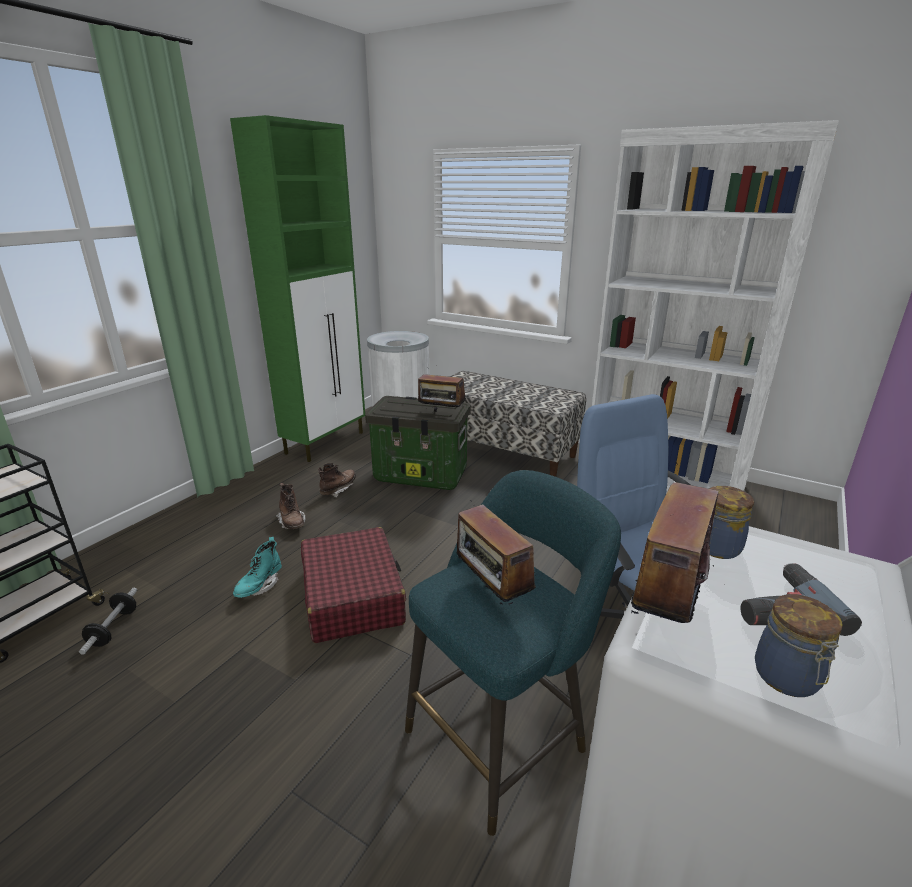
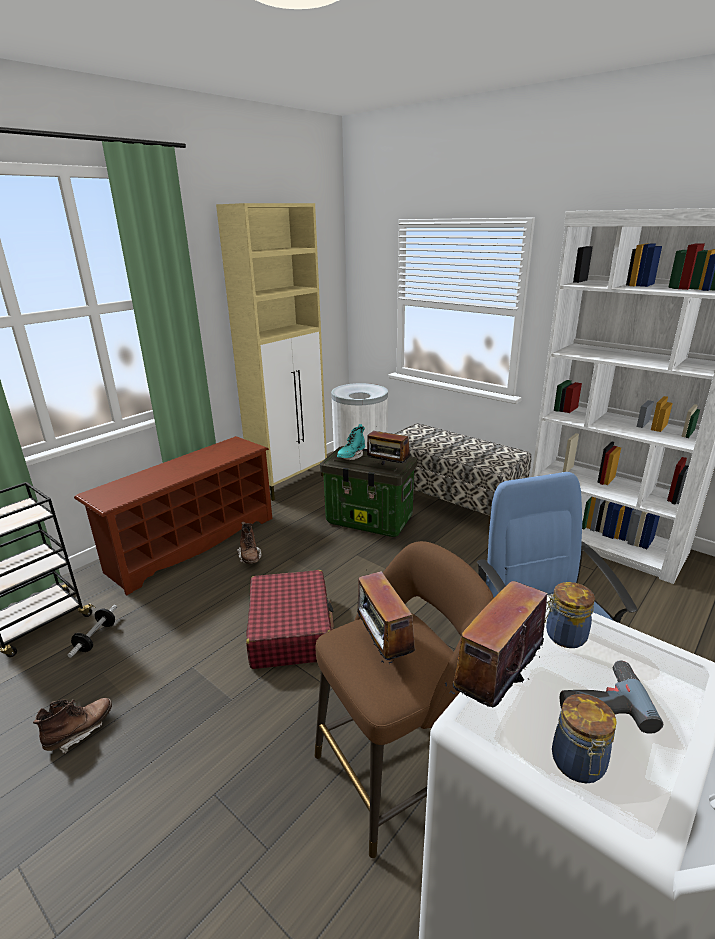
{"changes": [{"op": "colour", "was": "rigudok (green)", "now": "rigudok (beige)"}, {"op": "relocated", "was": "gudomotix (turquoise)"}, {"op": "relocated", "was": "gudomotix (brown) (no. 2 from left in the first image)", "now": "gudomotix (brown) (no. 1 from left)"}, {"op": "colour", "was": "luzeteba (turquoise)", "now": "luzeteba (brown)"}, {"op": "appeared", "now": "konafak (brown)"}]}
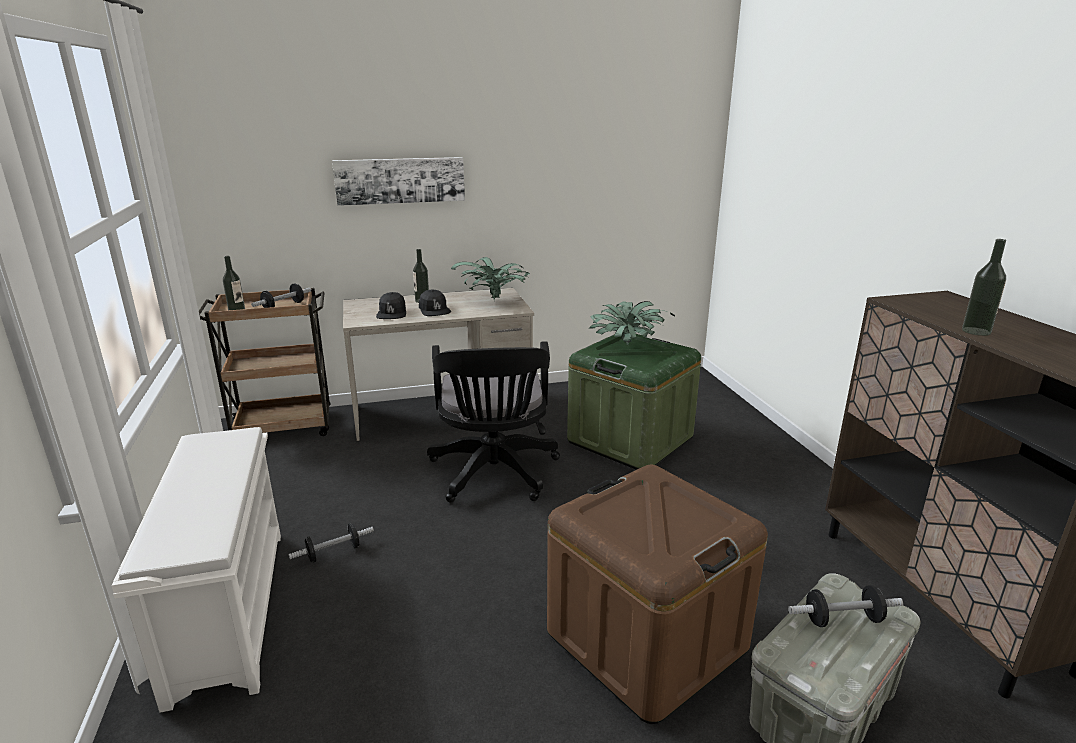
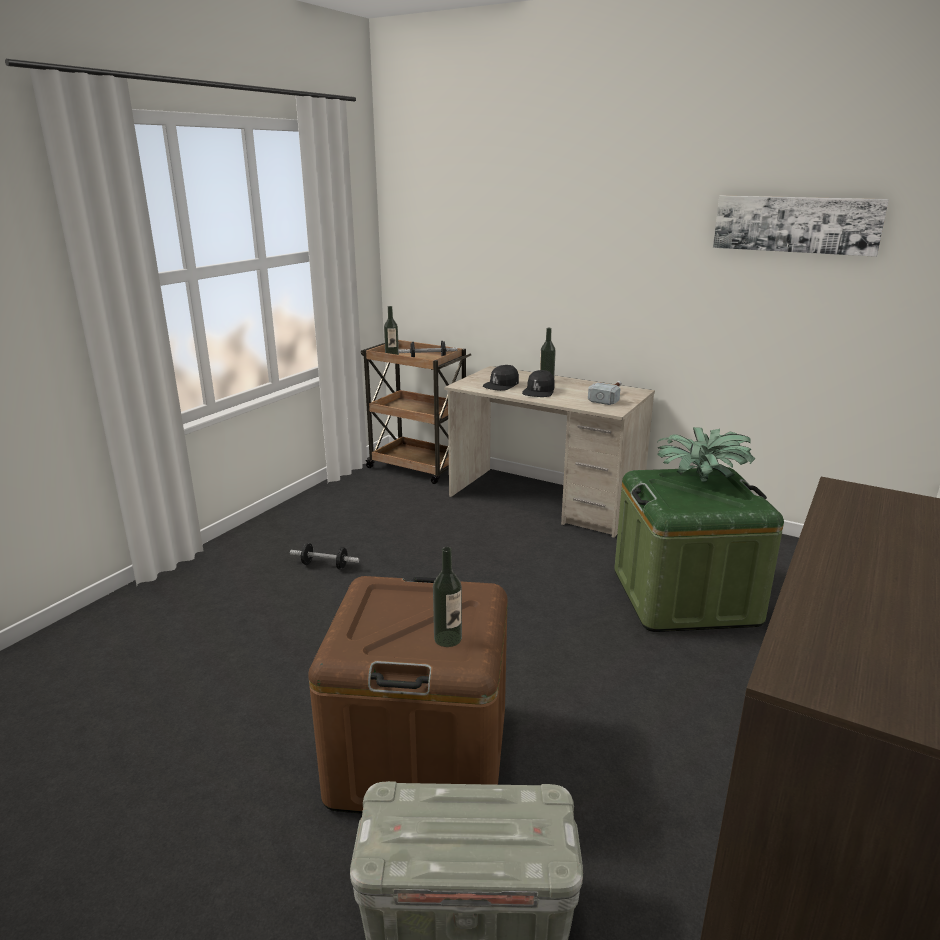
{"changes": [{"op": "missing", "was": "konafak (white)"}, {"op": "relocated", "was": "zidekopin"}, {"op": "missing", "was": "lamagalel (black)"}, {"op": "exchanged", "was": "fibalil (no. 1 from left)", "now": "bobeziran"}, {"op": "missing", "was": "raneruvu (no. 3 from left)"}, {"op": "relocated", "was": "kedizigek (no. 3 from left in the first image)", "now": "kedizigek (no. 2 from left)"}]}
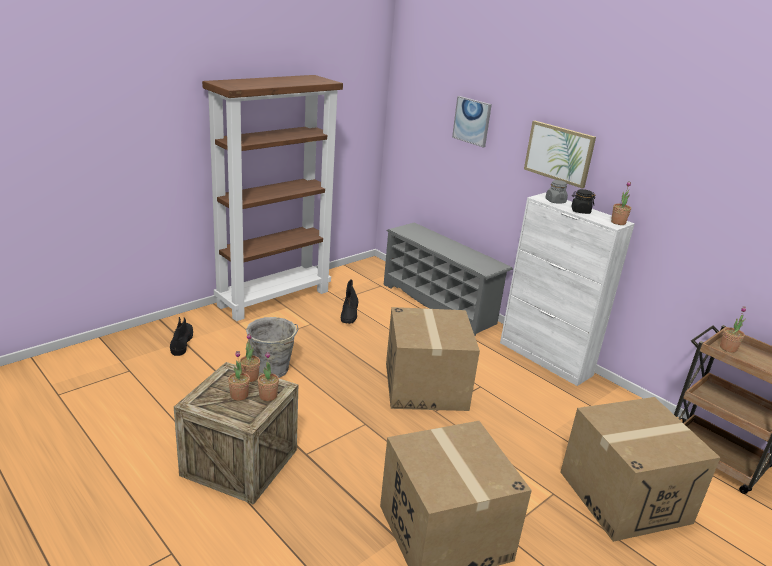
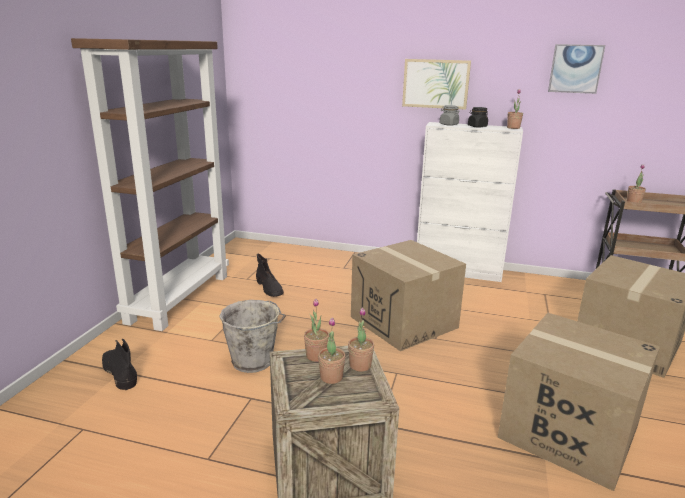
{"changes": [{"op": "missing", "was": "konafak (grey)"}, {"op": "relocated", "was": "zidekopin (no. 1 from left in the first image)", "now": "zidekopin (no. 2 from left)"}]}
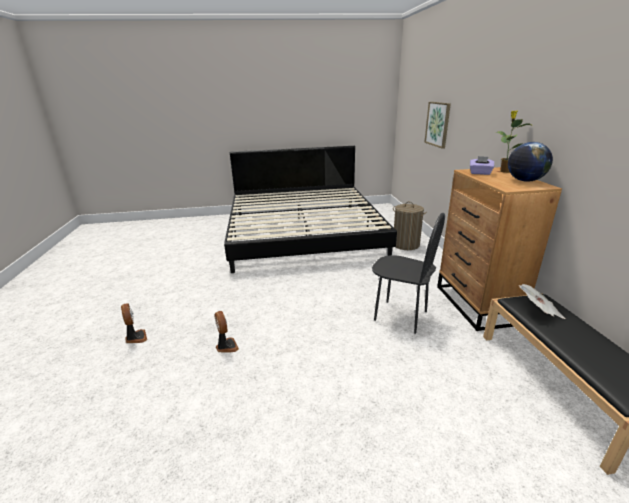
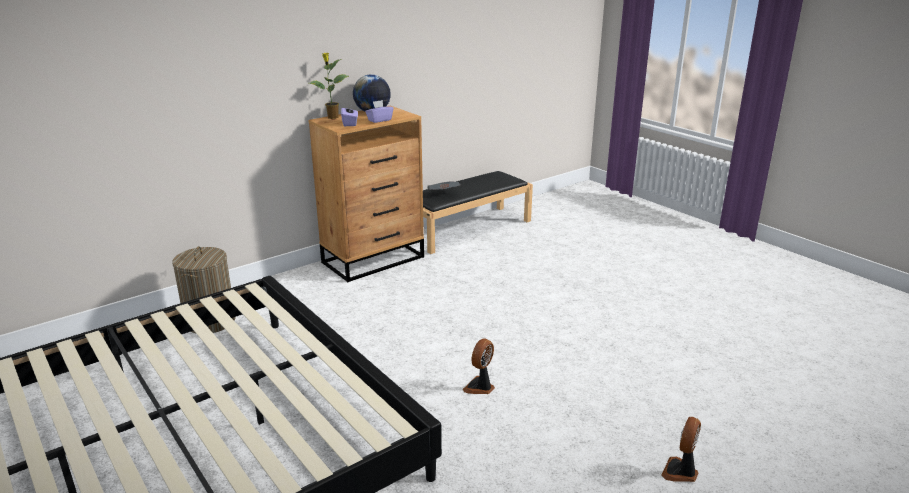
{"changes": [{"op": "relocated", "was": "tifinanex (no. 2 from left in the first image)", "now": "tifinanex (no. 1 from left)"}, {"op": "missing", "was": "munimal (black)"}, {"op": "missing", "was": "zidekopin"}, {"op": "appeared", "now": "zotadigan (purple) (no. 2 from left)"}]}
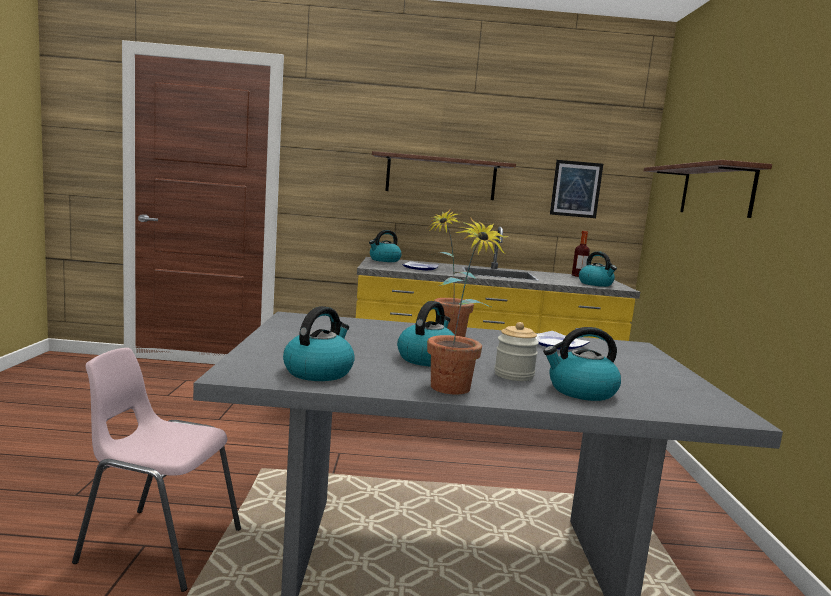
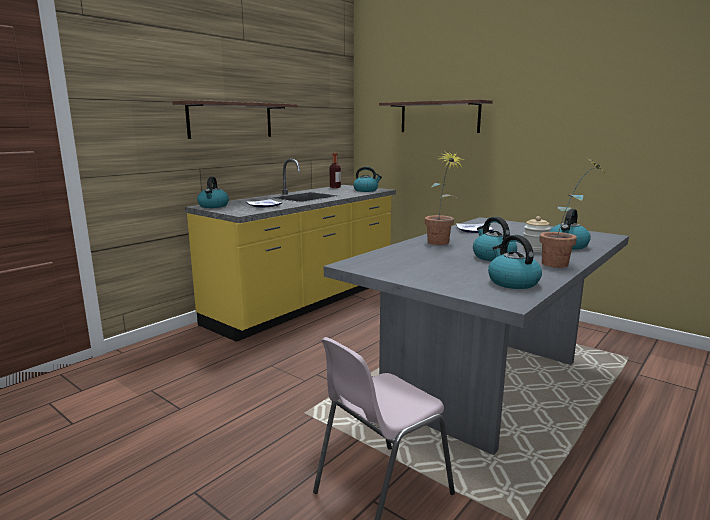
{"changes": [{"op": "missing", "was": "zidekopin"}]}
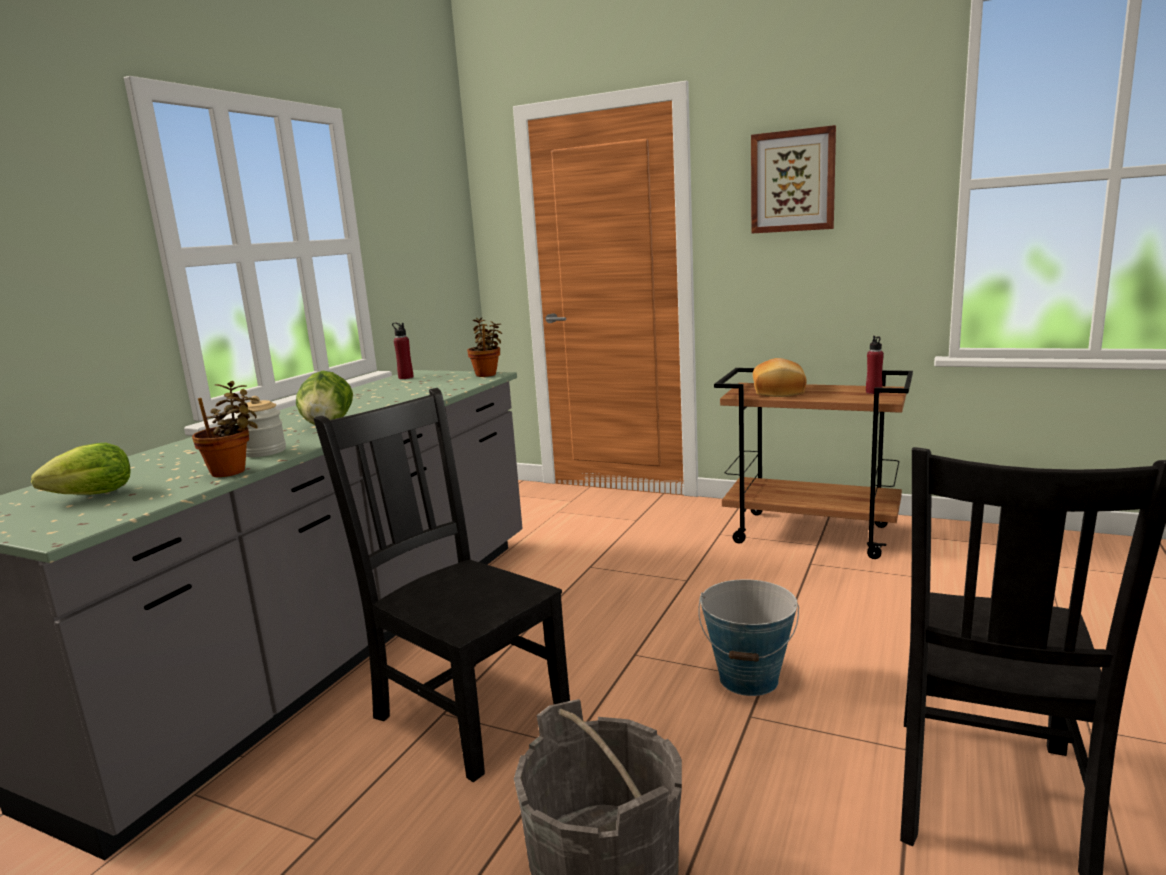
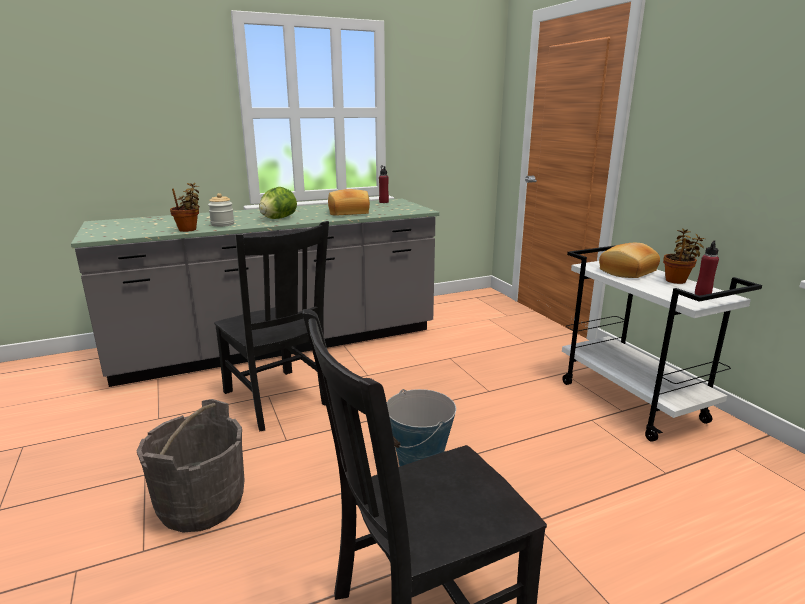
{"changes": [{"op": "missing", "was": "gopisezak (no. 1 from left)"}, {"op": "spun", "was": "munimal (black) (no. 1 from left)", "clockwise": 150}, {"op": "relocated", "was": "fibalil (no. 2 from left)"}, {"op": "colour", "was": "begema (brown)", "now": "begema (white)"}, {"op": "missing", "was": "zidekopin"}, {"op": "appeared", "now": "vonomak (no. 1 from left)"}]}
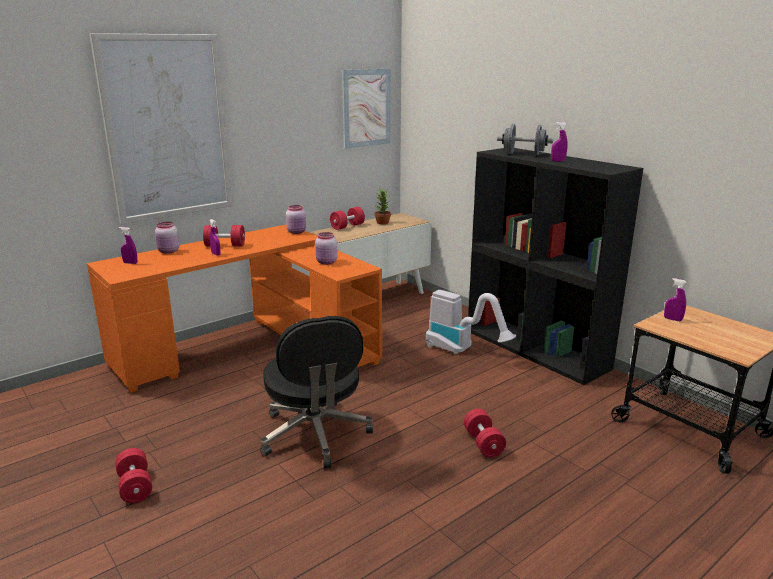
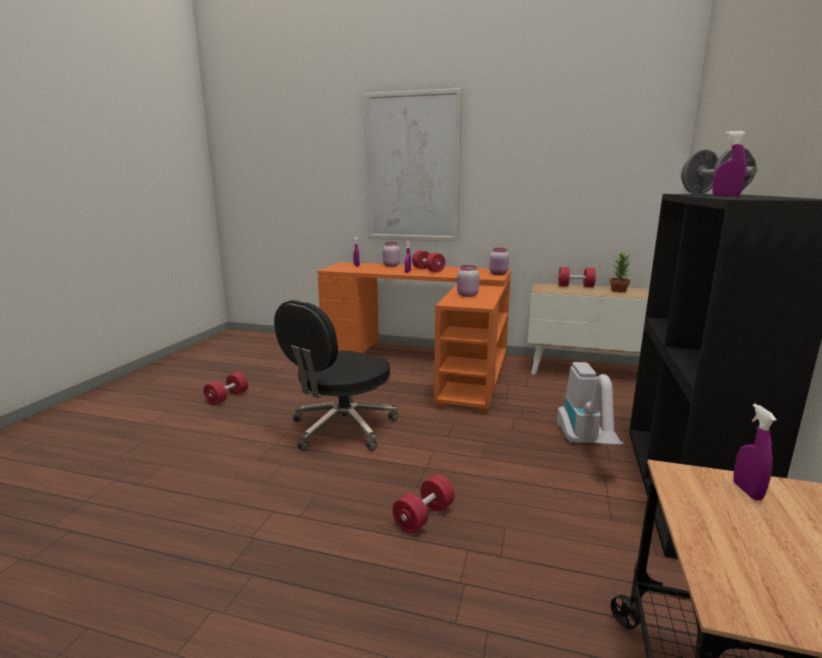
{"changes": [{"op": "missing", "was": "zidekopin (no. 2 from left)"}]}
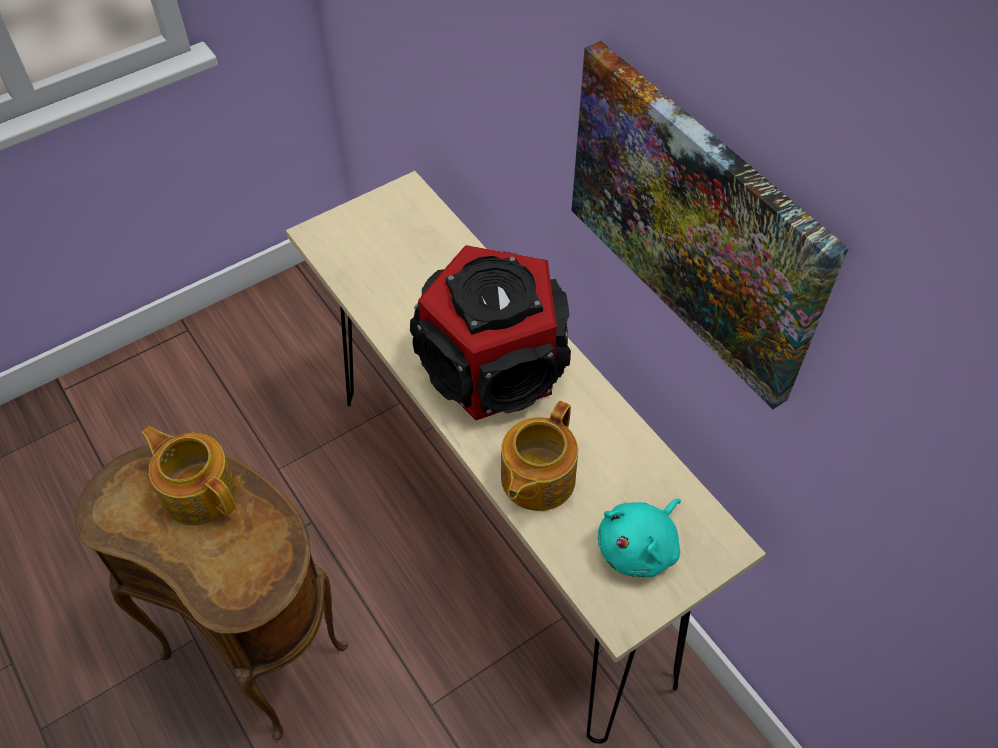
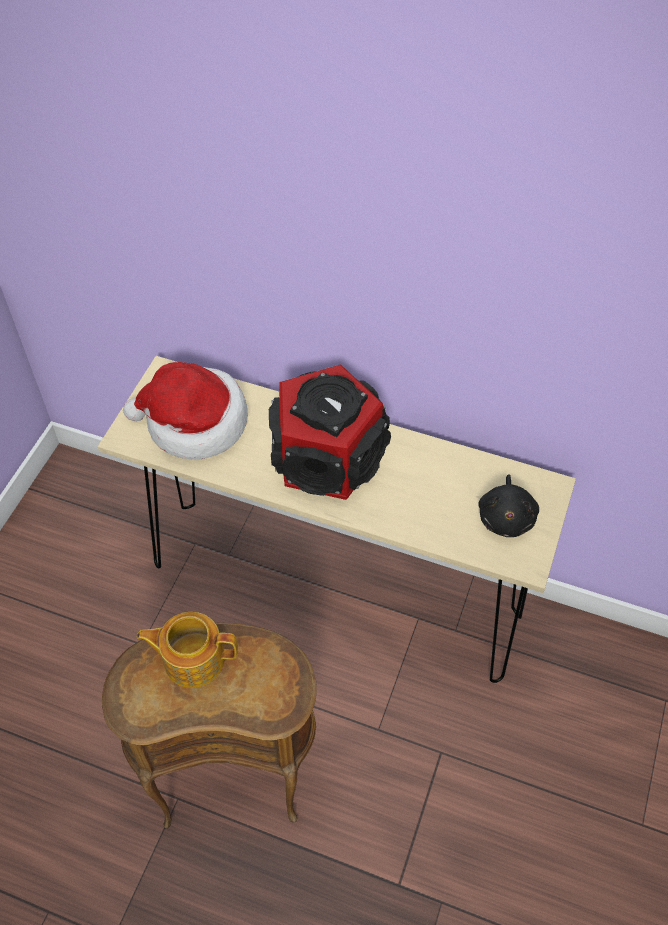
{"changes": [{"op": "missing", "was": "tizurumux (no. 2 from left)"}, {"op": "missing", "was": "zidekopin"}, {"op": "colour", "was": "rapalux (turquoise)", "now": "rapalux (black)"}, {"op": "appeared", "now": "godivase"}]}
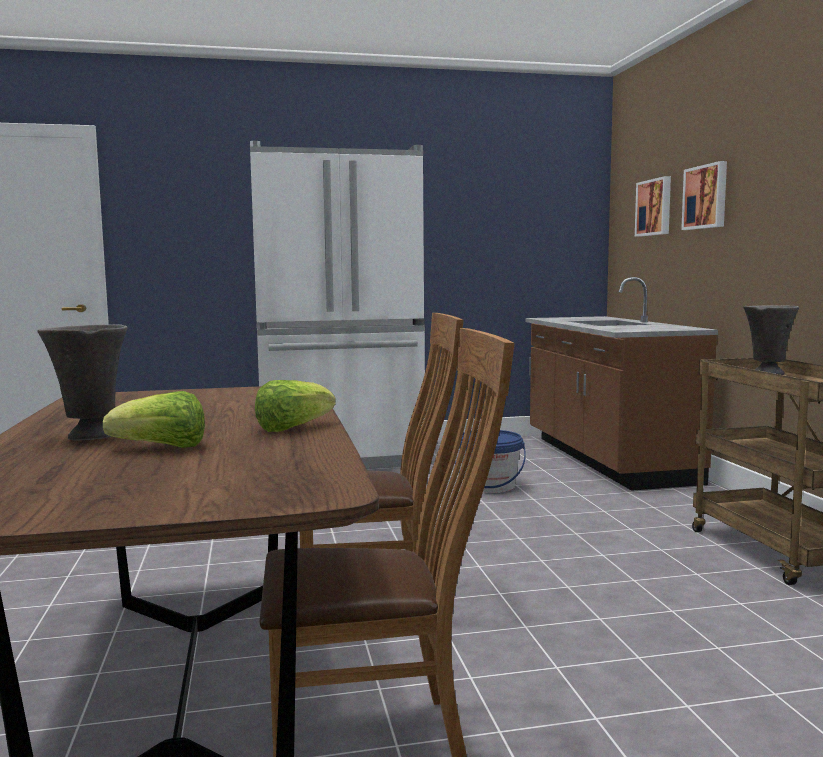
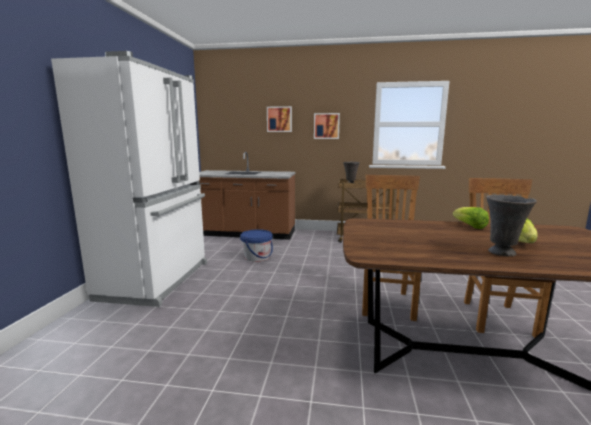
{"changes": [{"op": "relocated", "was": "zidekopin (no. 1 from left in the first image)", "now": "zidekopin (no. 2 from left)"}]}
